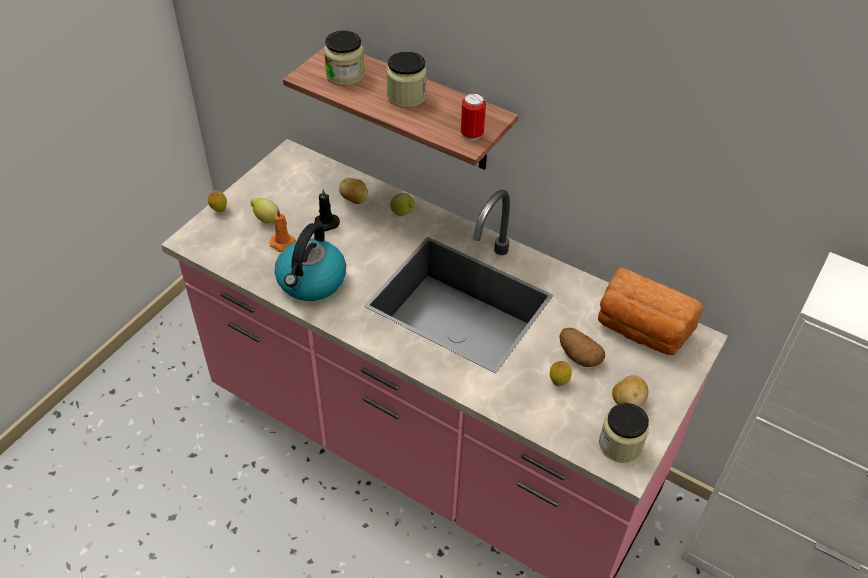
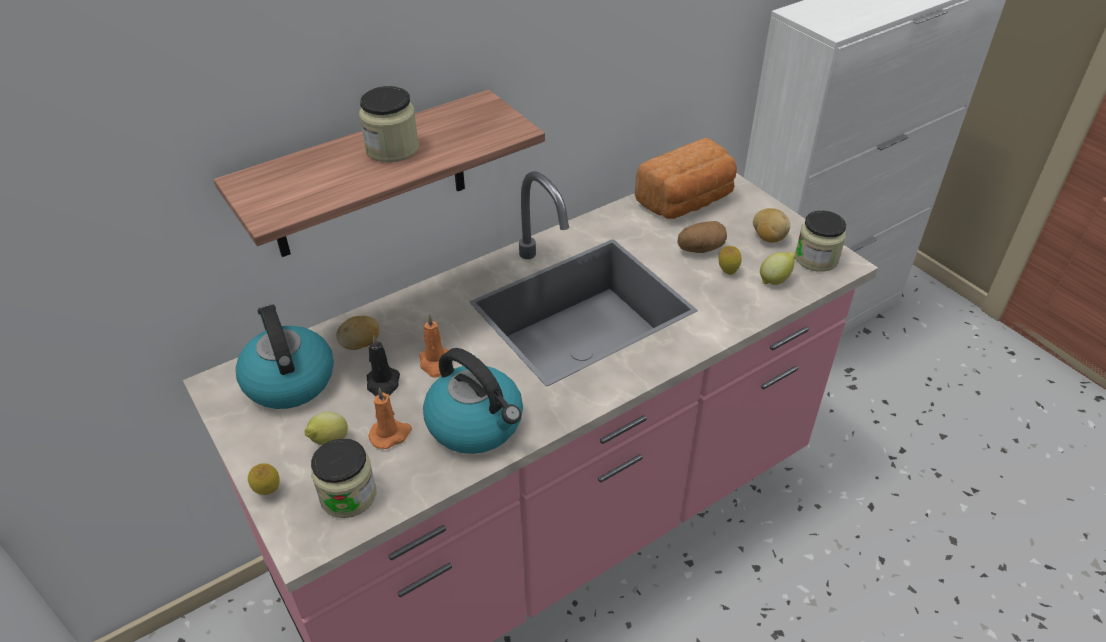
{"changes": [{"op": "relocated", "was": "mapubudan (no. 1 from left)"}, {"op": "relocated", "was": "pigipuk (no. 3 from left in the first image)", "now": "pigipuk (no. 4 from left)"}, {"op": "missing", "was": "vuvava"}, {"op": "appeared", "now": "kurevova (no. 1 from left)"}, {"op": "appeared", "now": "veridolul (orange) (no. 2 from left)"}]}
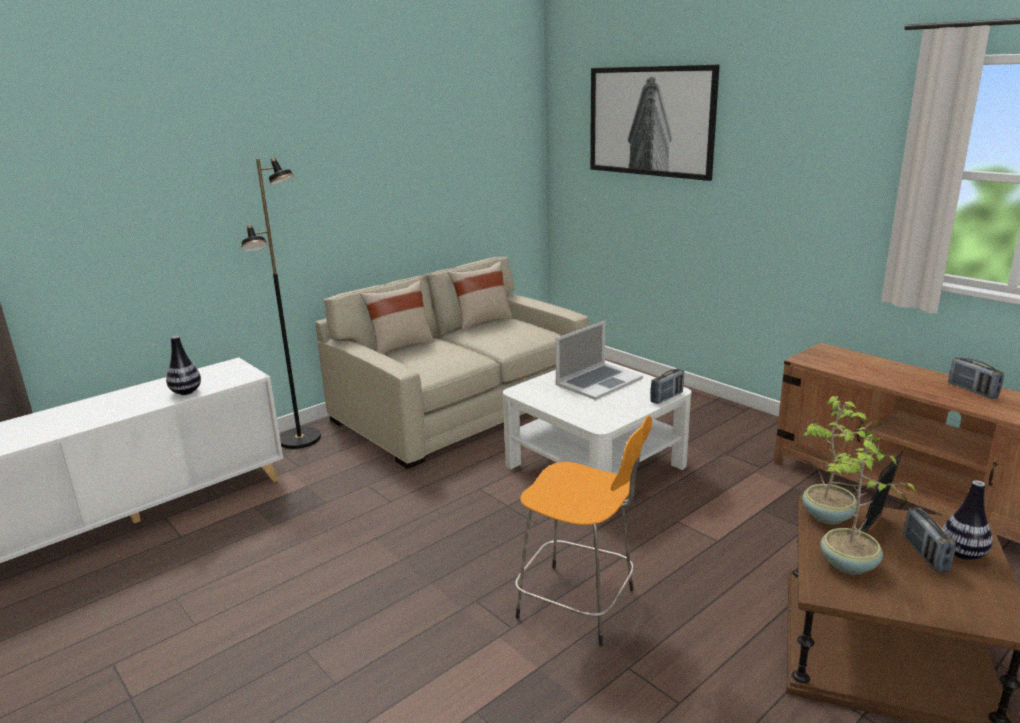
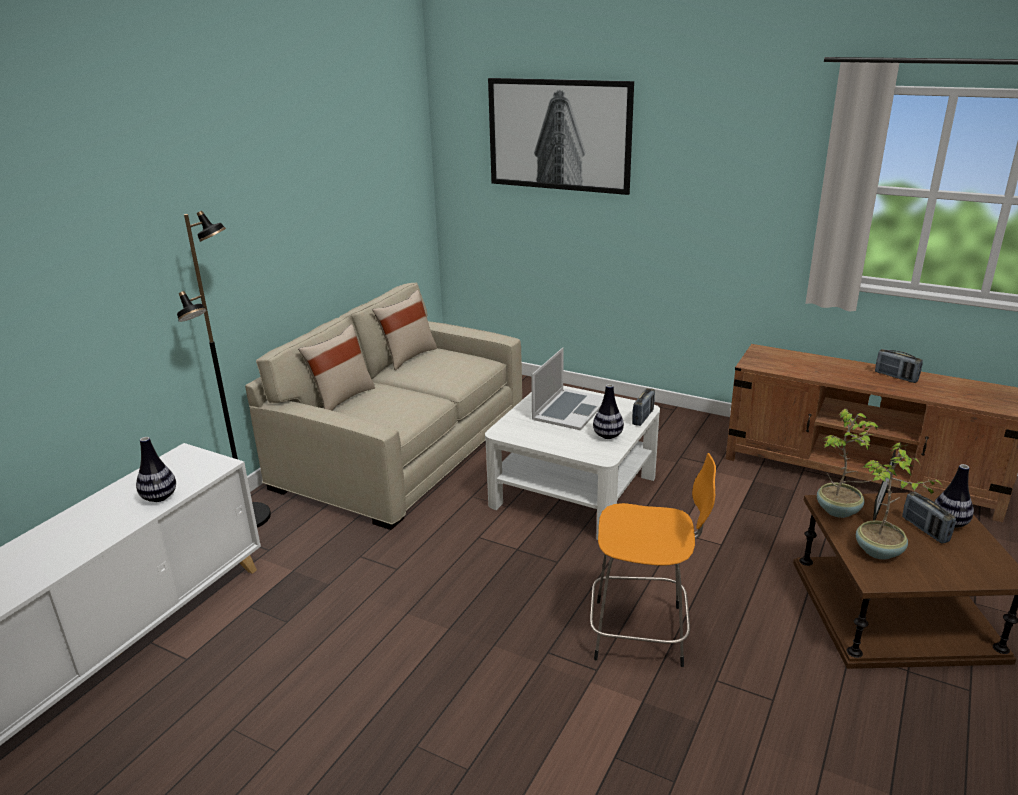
{"changes": [{"op": "appeared", "now": "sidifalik (no. 2 from left)"}]}
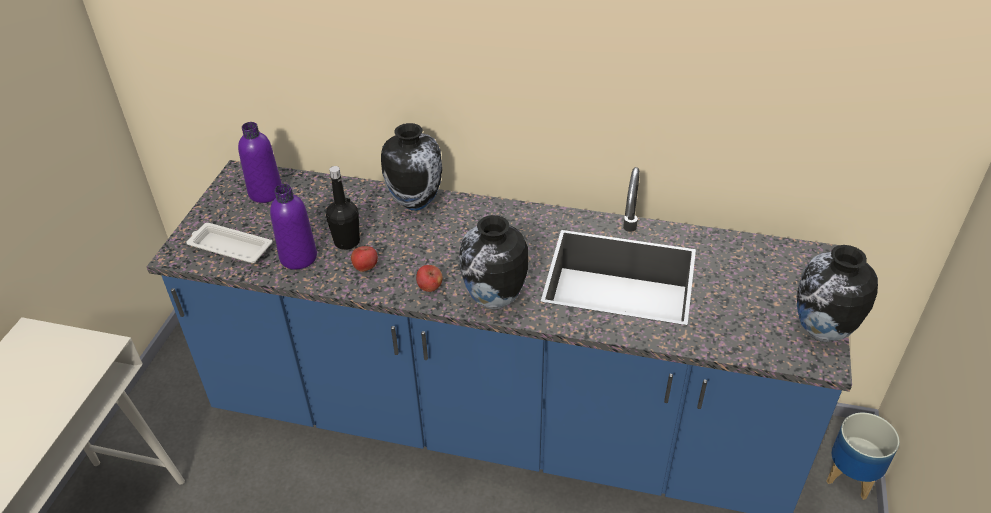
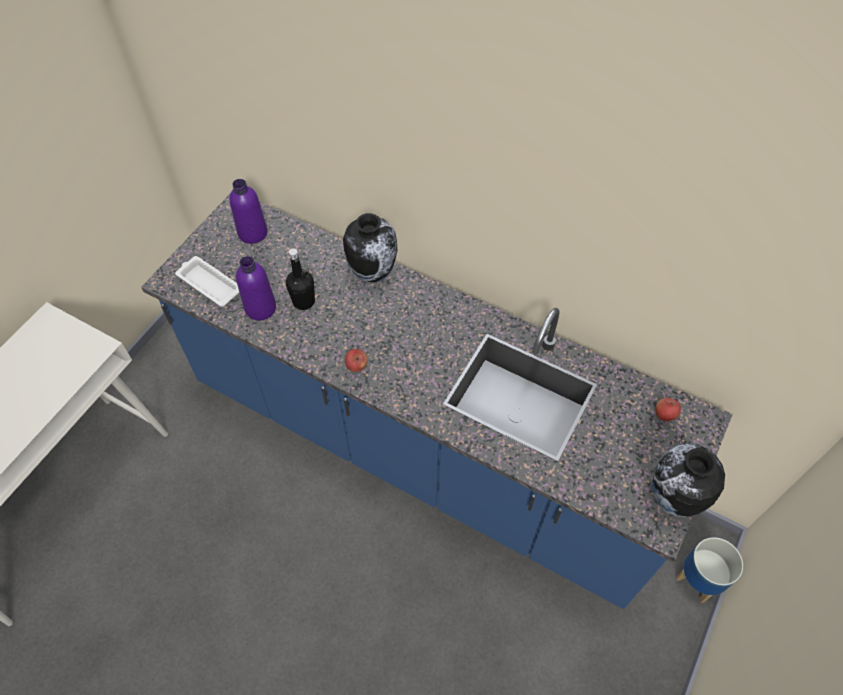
{"changes": [{"op": "relocated", "was": "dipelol (no. 1 from left in the first image)", "now": "dipelol (no. 2 from left)"}, {"op": "missing", "was": "sidifalik (no. 2 from left)"}]}
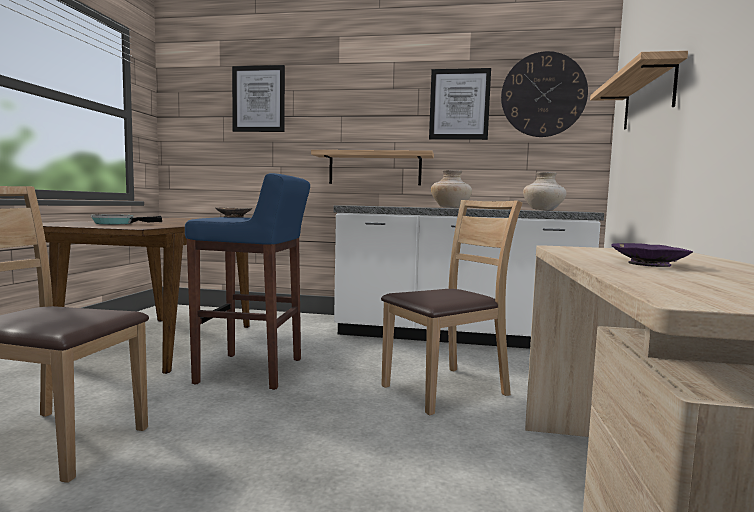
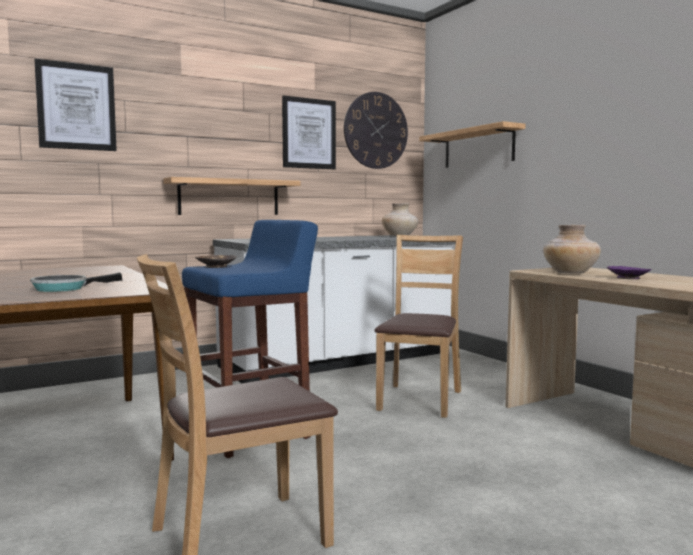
{"changes": [{"op": "relocated", "was": "sidifalik (beige) (no. 1 from left in the first image)", "now": "sidifalik (beige) (no. 2 from left)"}]}
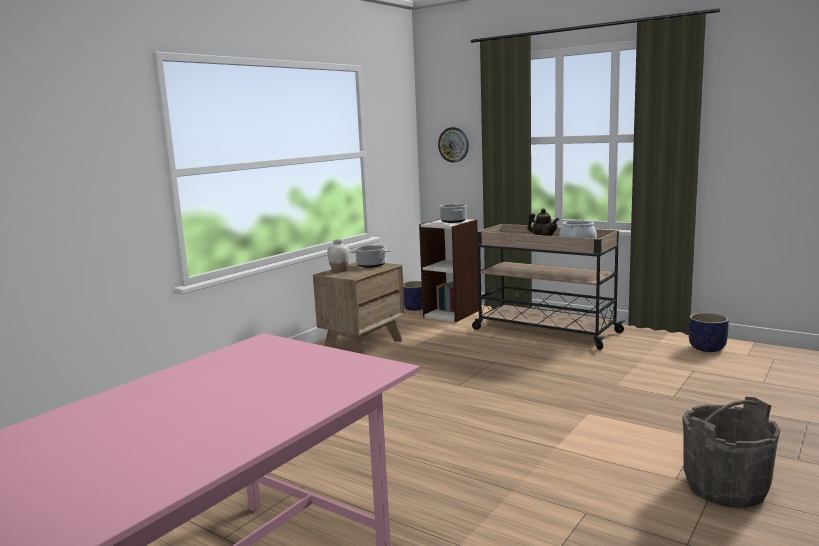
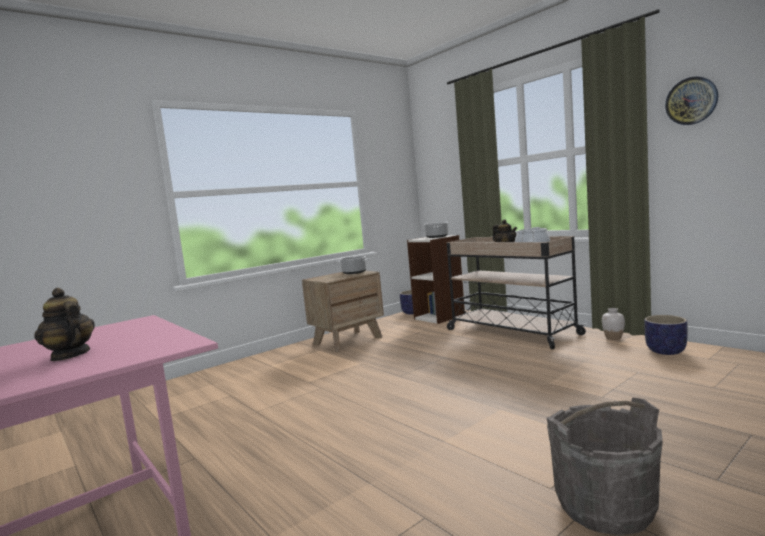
{"changes": [{"op": "relocated", "was": "sidifalik (white)"}, {"op": "relocated", "was": "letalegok"}, {"op": "appeared", "now": "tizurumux (no. 1 from left)"}]}
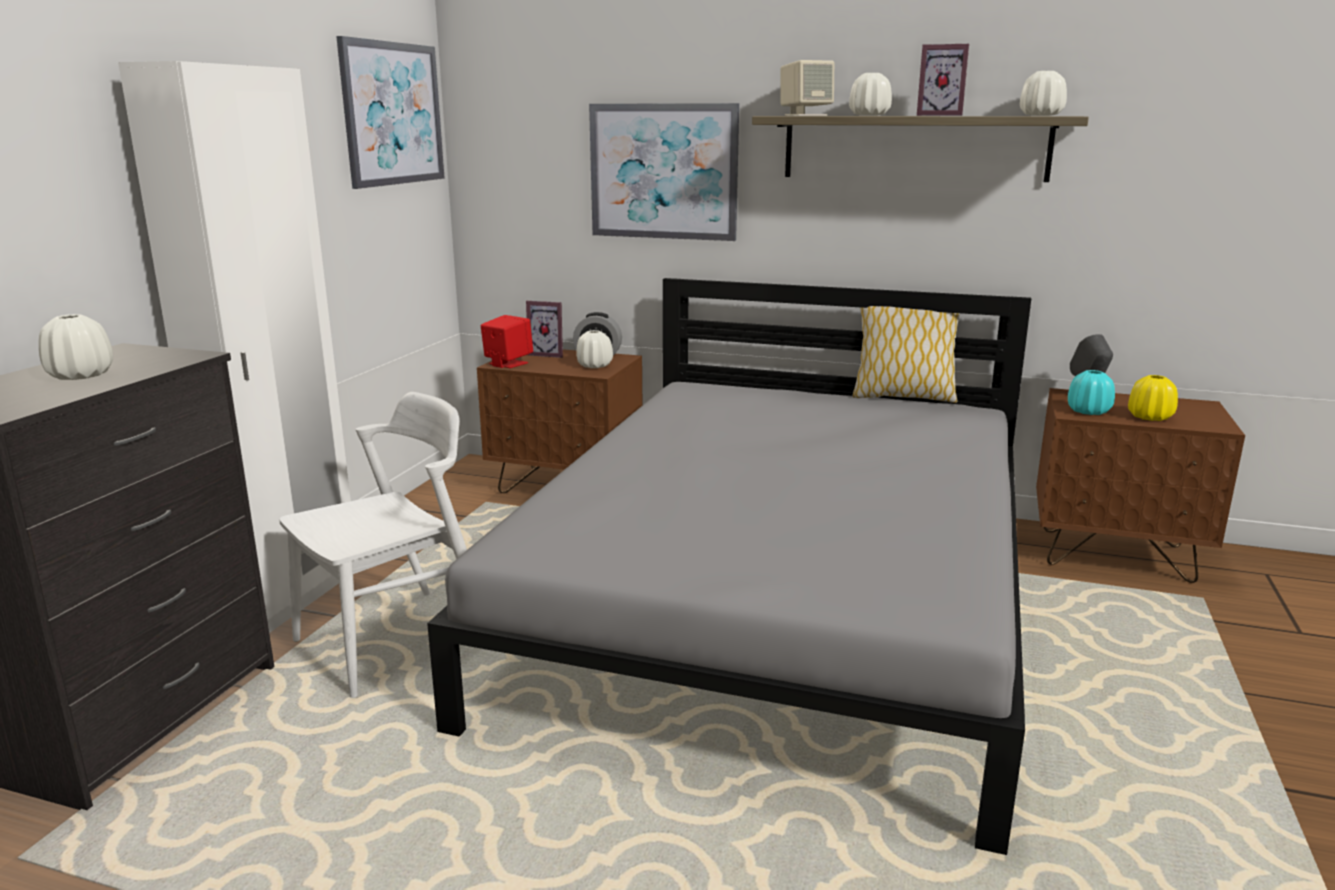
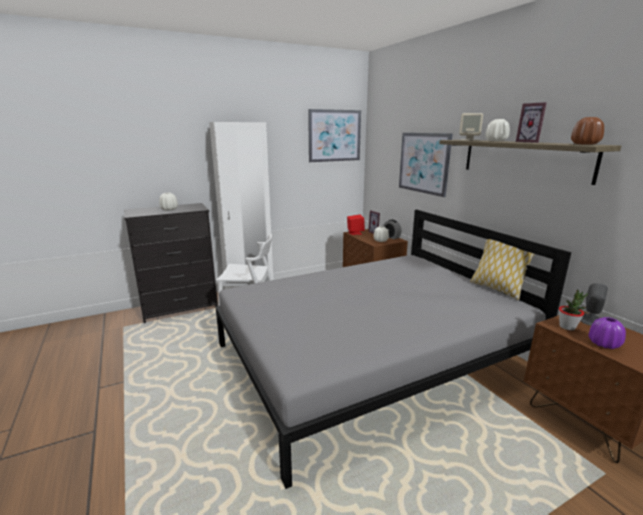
{"changes": [{"op": "colour", "was": "sidifalik (white) (no. 4 from left)", "now": "sidifalik (brown)"}, {"op": "exchanged", "was": "sidifalik (turquoise)", "now": "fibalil"}, {"op": "colour", "was": "sidifalik (yellow)", "now": "sidifalik (purple)"}]}
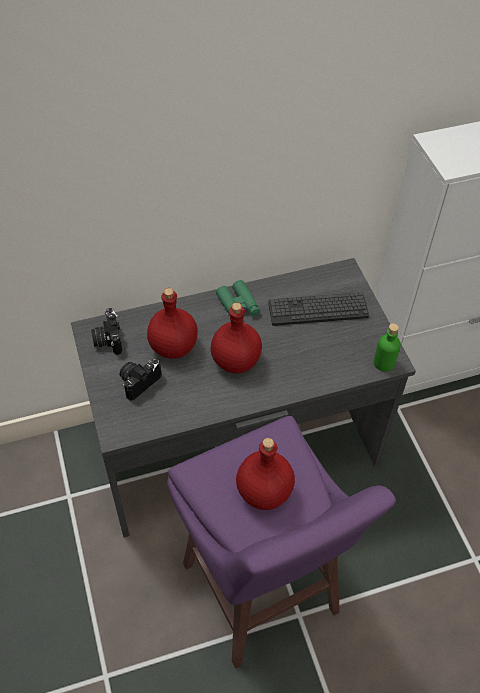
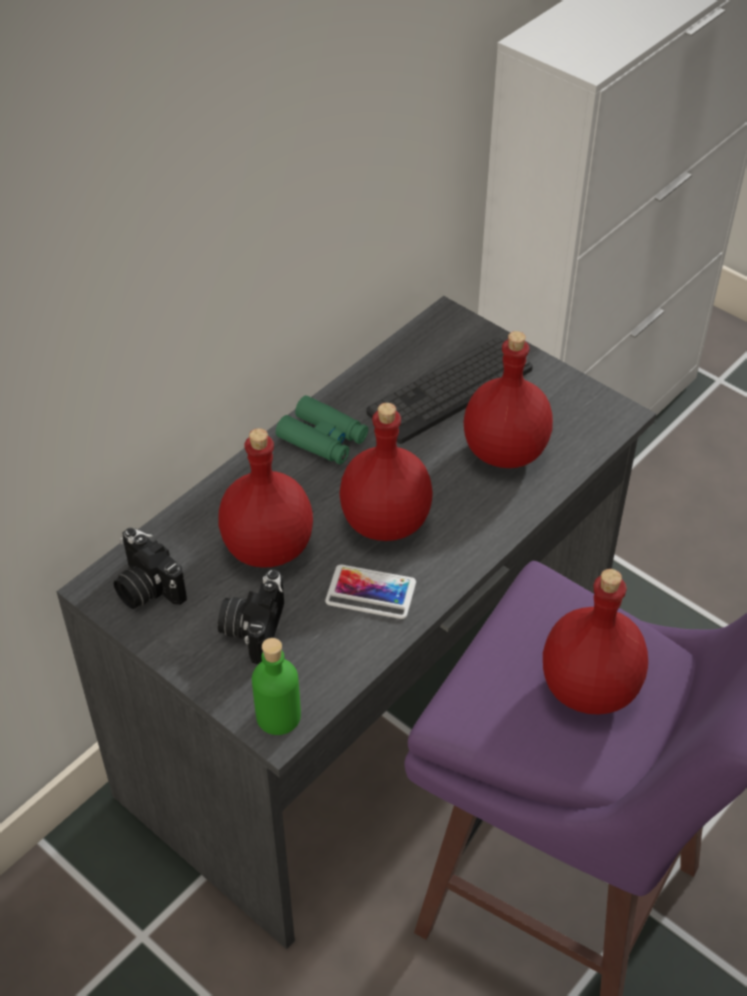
{"changes": [{"op": "relocated", "was": "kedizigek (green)"}, {"op": "appeared", "now": "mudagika"}, {"op": "appeared", "now": "kedizigek (red) (no. 3 from left)"}]}
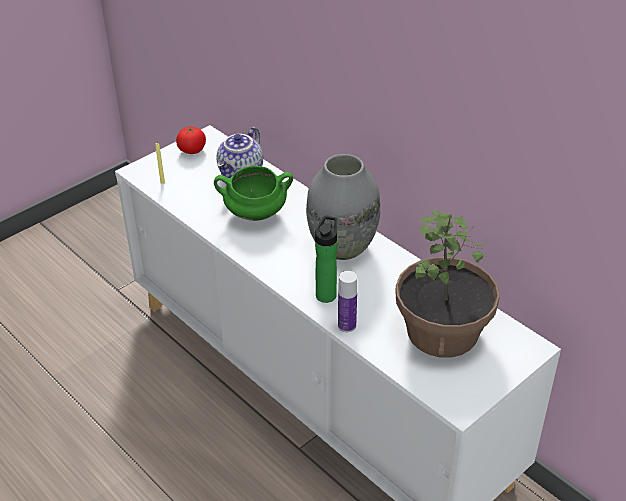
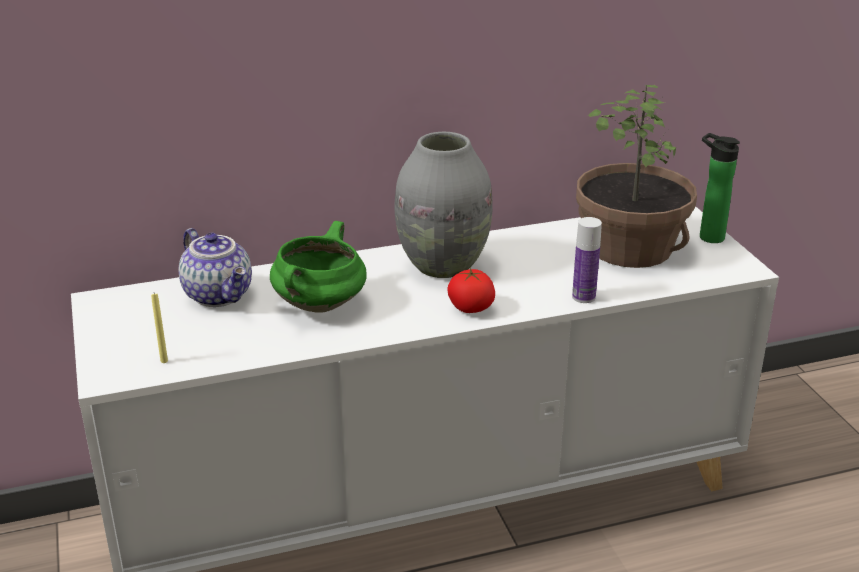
{"changes": [{"op": "relocated", "was": "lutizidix"}, {"op": "relocated", "was": "kedizigek (no. 1 from left in the first image)", "now": "kedizigek (no. 2 from left)"}]}
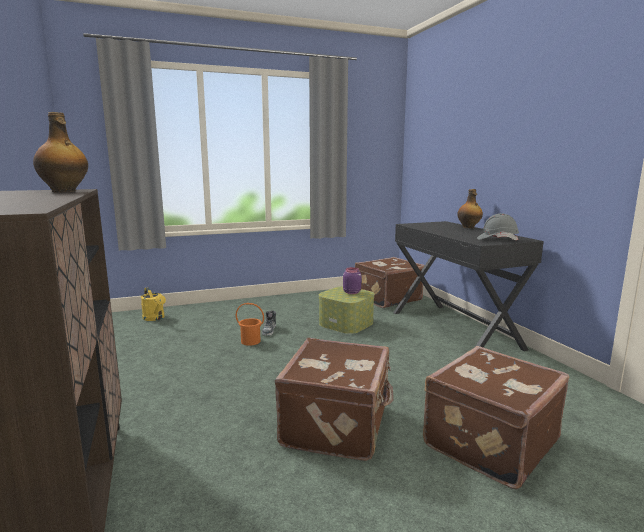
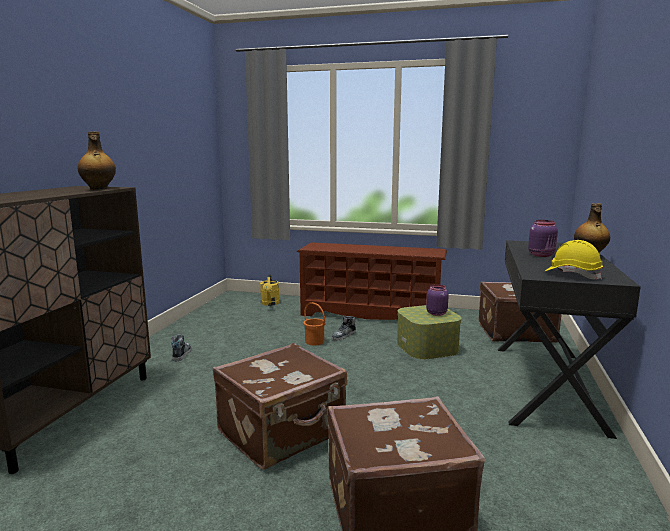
{"changes": [{"op": "colour", "was": "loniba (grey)", "now": "loniba (yellow)"}, {"op": "appeared", "now": "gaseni (no. 1 from left)"}, {"op": "appeared", "now": "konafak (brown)"}, {"op": "appeared", "now": "mapubudan (purple) (no. 2 from left)"}]}
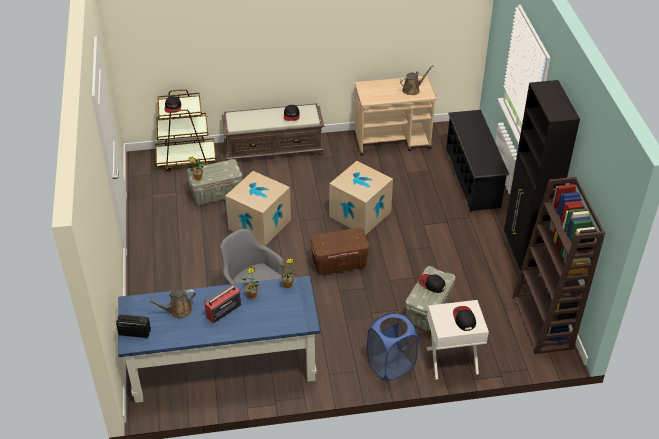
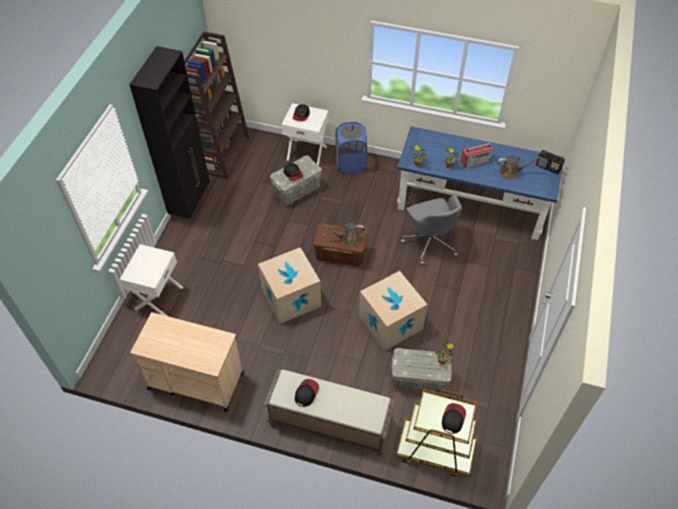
{"changes": [{"op": "relocated", "was": "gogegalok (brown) (no. 2 from left in the first image)", "now": "gogegalok (brown) (no. 1 from left)"}, {"op": "exchanged", "was": "konafak (black)", "now": "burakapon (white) (no. 1 from left)"}]}
